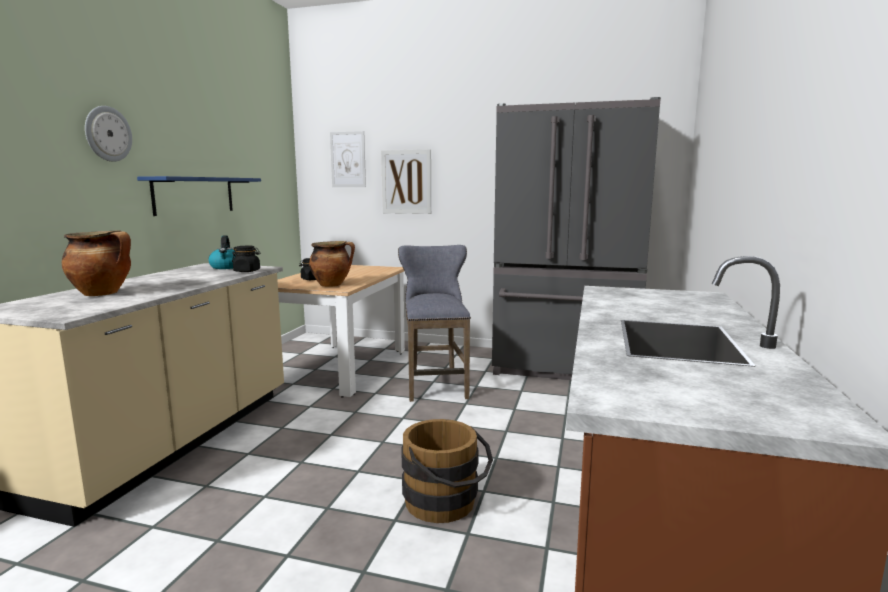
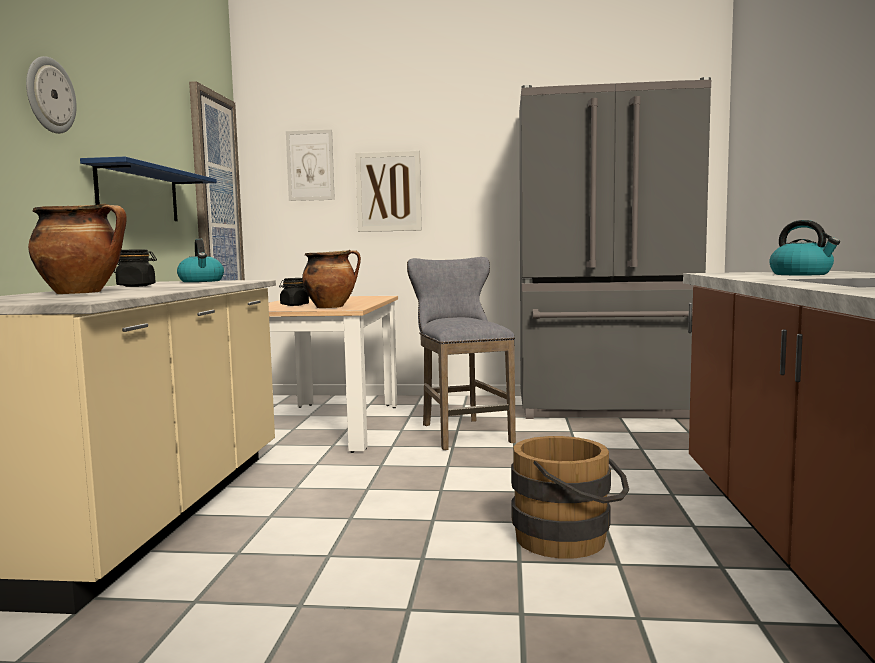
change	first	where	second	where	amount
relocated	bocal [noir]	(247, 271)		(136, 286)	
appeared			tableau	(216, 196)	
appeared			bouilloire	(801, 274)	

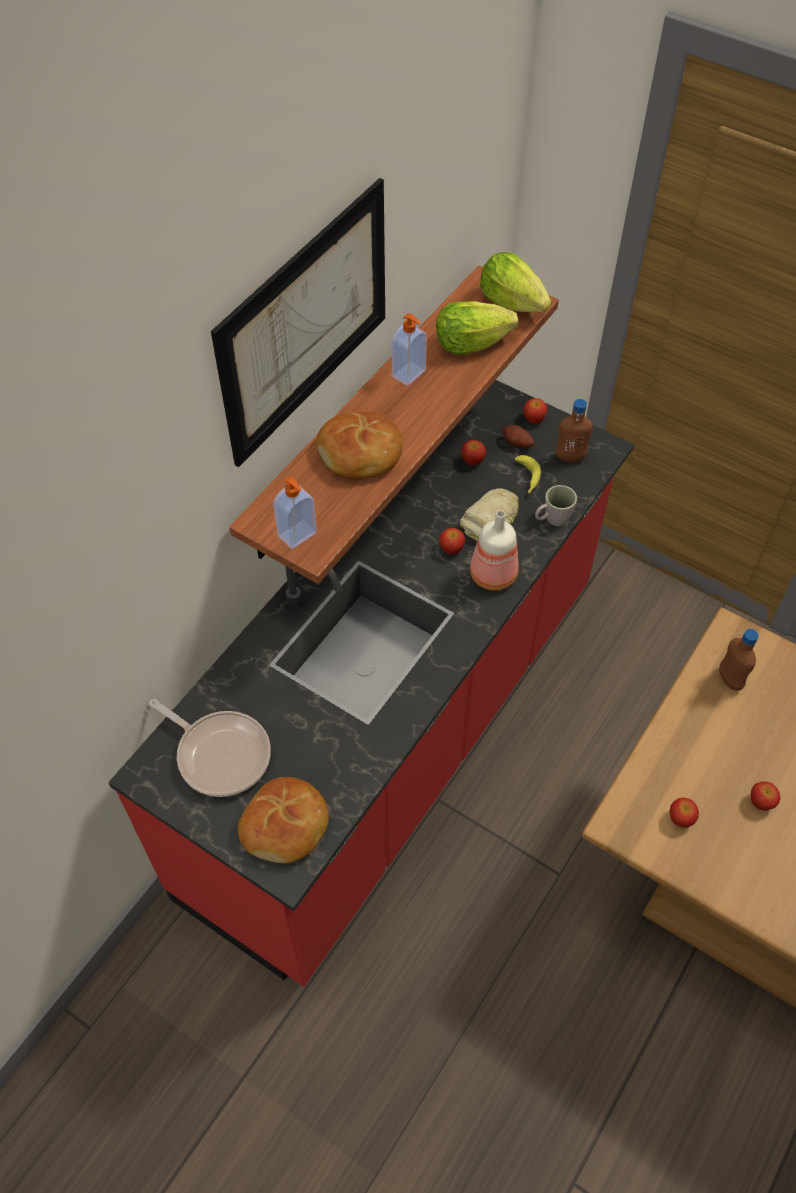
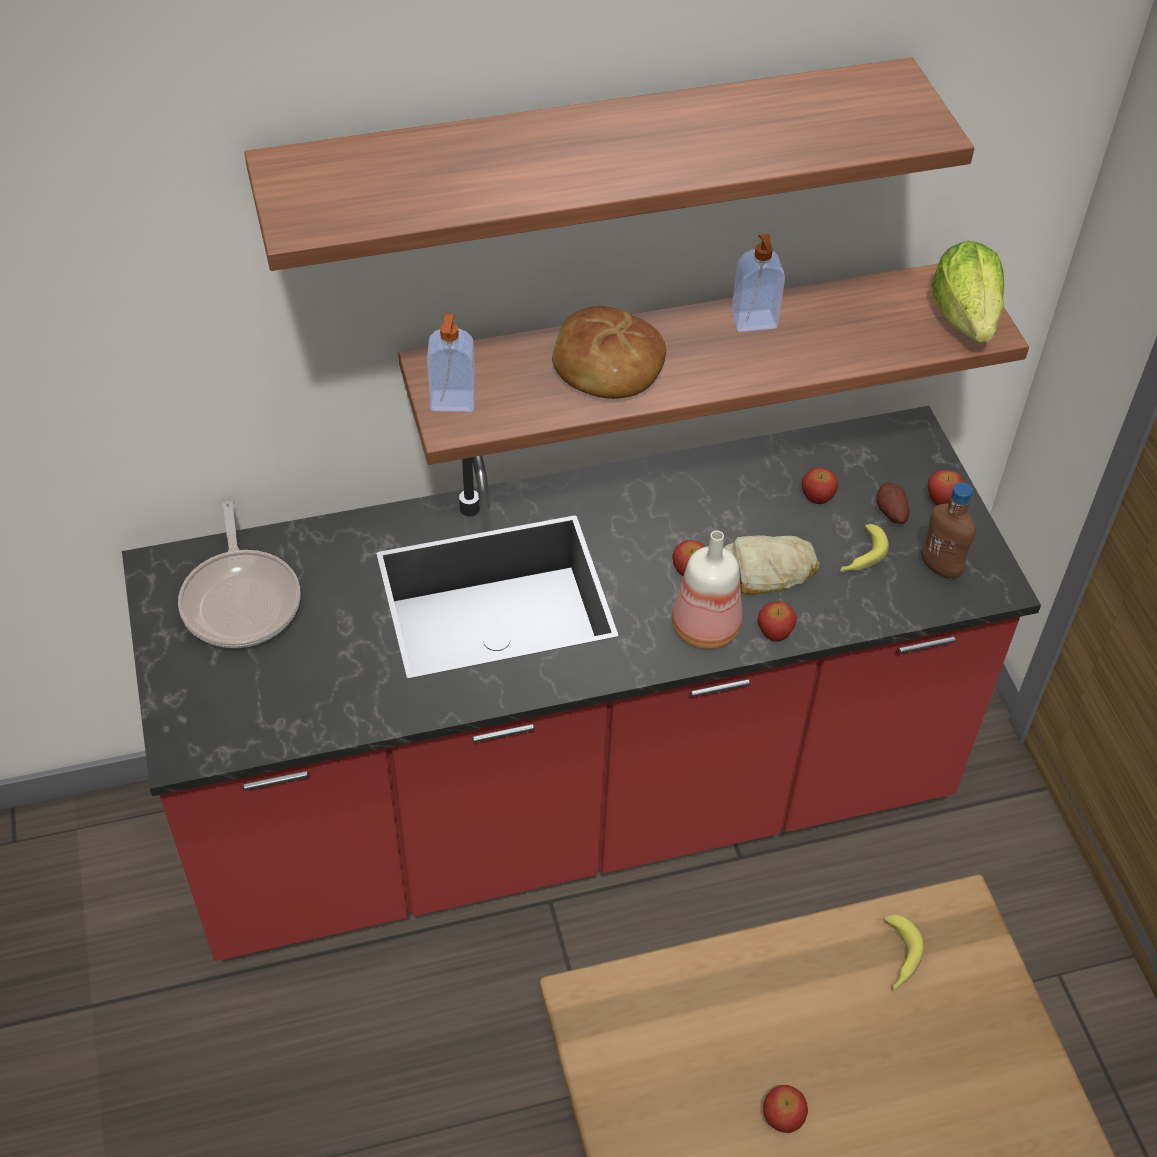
change	first	where	second	where	amount
exchanged	tableau	(306, 323)	étagère	(589, 156)	
relocated	pomme	(680, 818)		(774, 632)	
exchanged	bouteille [marron]	(729, 679)	banane	(898, 958)	
missing	pain	(286, 826)			
missing	laitue	(470, 343)			
missing	mug [gris]	(552, 519)			

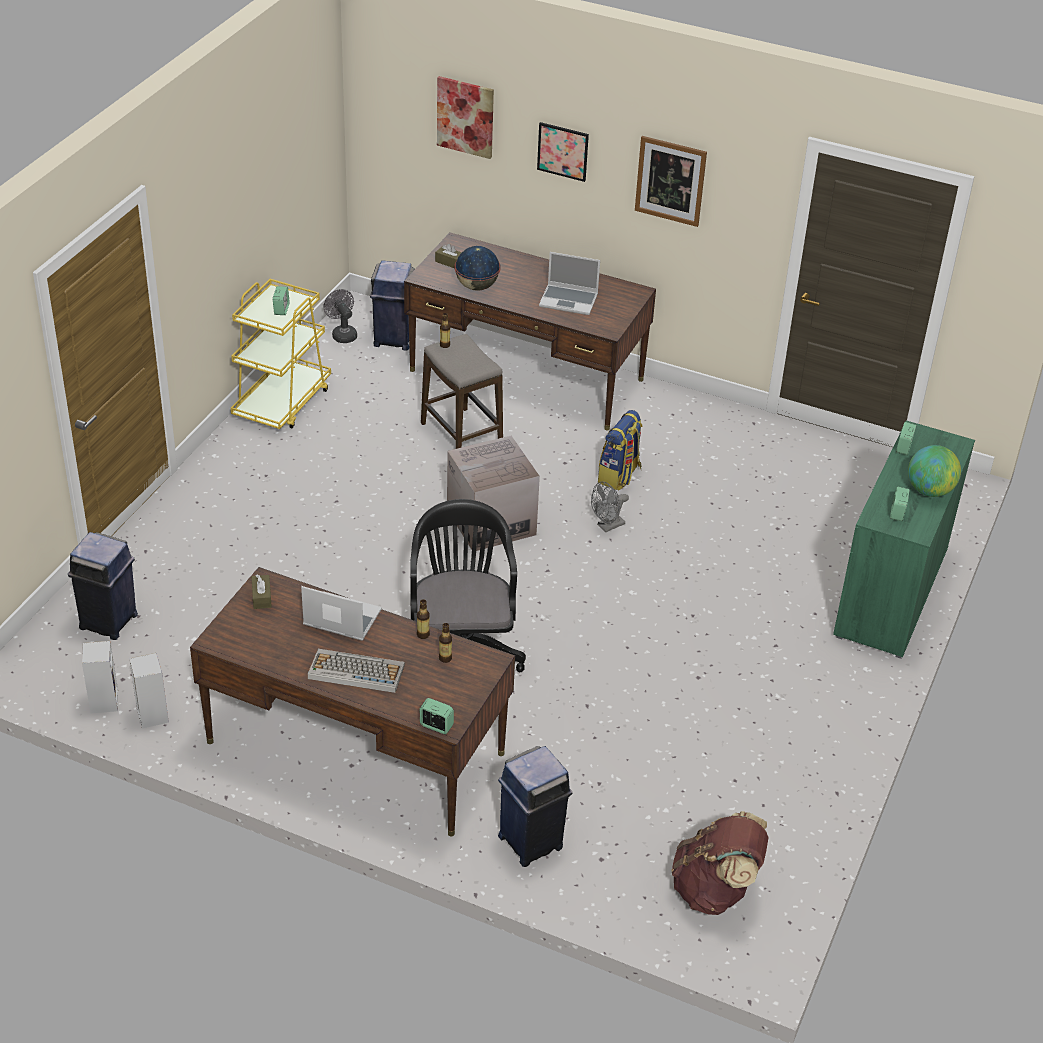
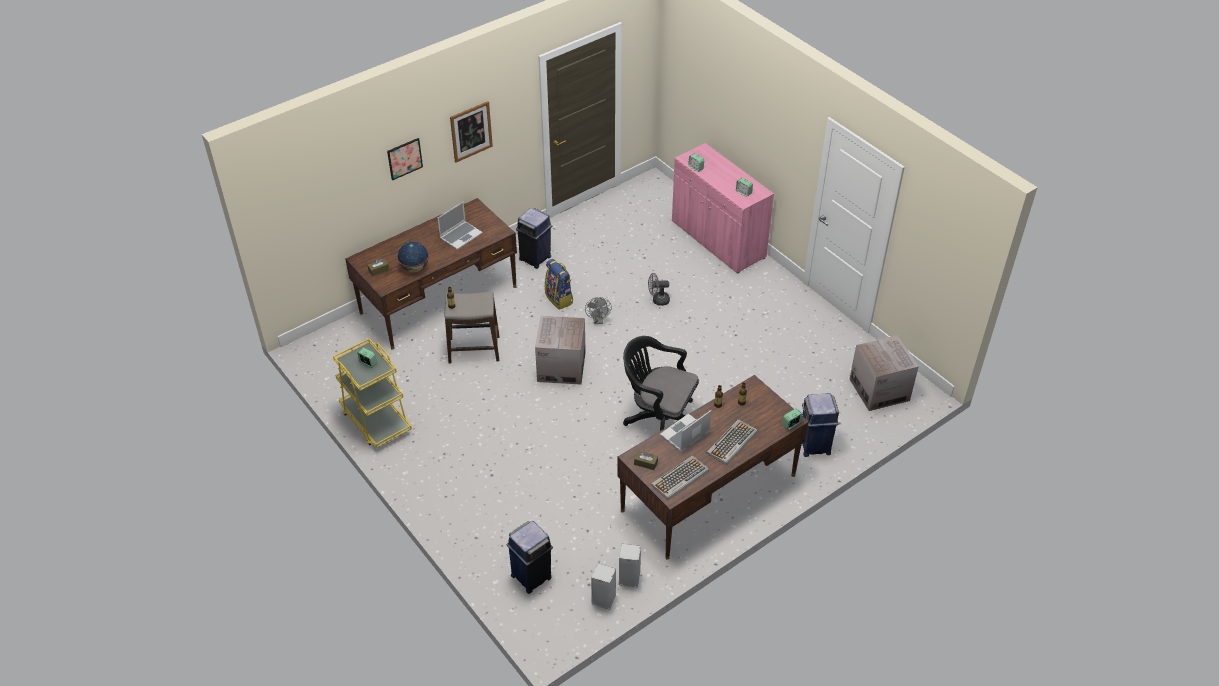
change	first	where	second	where	amount
relocated	poubelle [bleu]	(393, 339)		(535, 258)	
relocated	ventilateur [gris]	(342, 334)		(658, 300)	
appeared			clavier	(679, 478)	
colour	meuble de rangement [vert]	(890, 592)	meuble de rangement [rose]	(718, 240)	
exchanged	sac à dos [marron]	(715, 890)	carton	(879, 390)	
missing	tableau	(465, 117)			
missing	globe	(929, 490)			

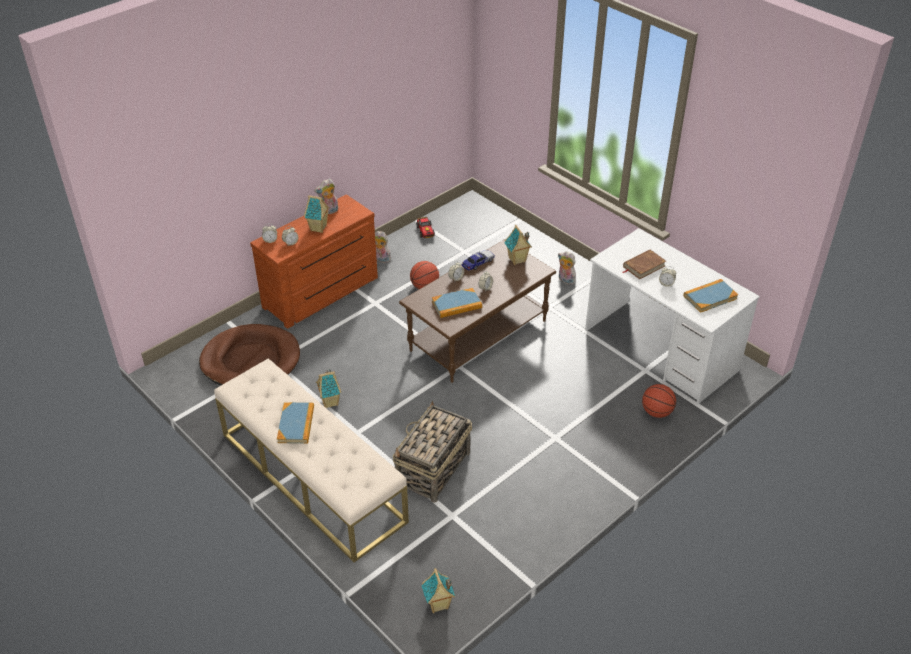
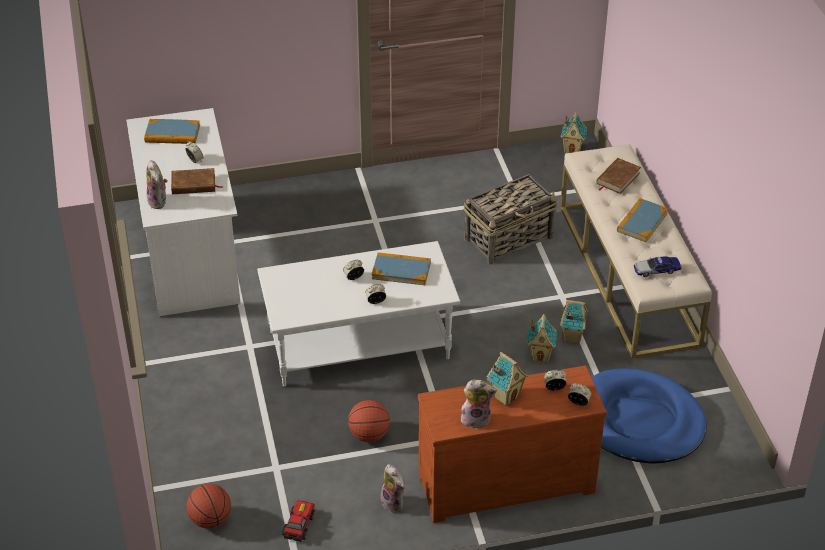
change	first	where	second	where	amount
relocated	peluche	(565, 280)		(159, 202)	
relocated	ballon de basket	(656, 412)		(211, 520)	
colour	table basse [marron]	(478, 334)	table basse [blanc]	(358, 346)	
relocated	maison miniature	(517, 260)		(540, 355)	
colour	panier pour chien [marron]	(251, 360)	panier pour chien [bleu]	(639, 421)	
appeared			livre [marron]	(617, 178)	
relocated	petite voiture	(478, 263)		(656, 270)	

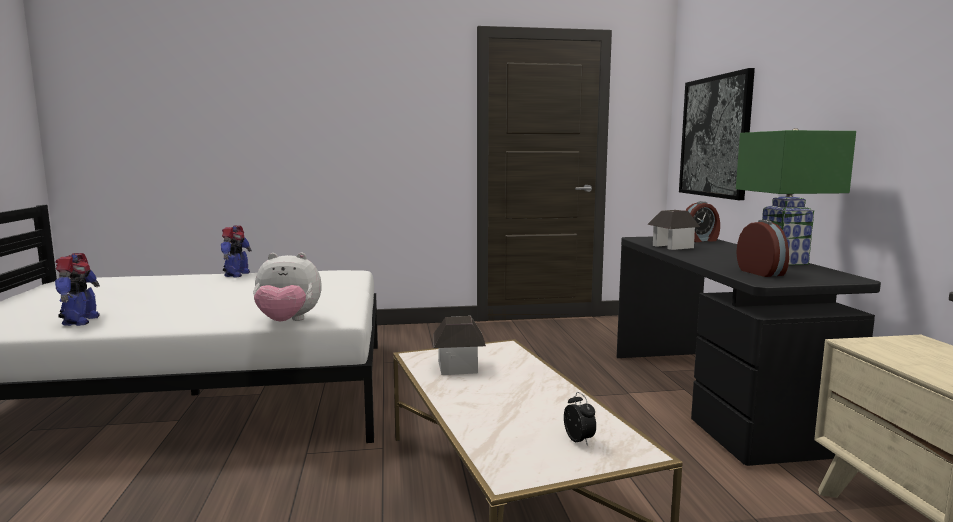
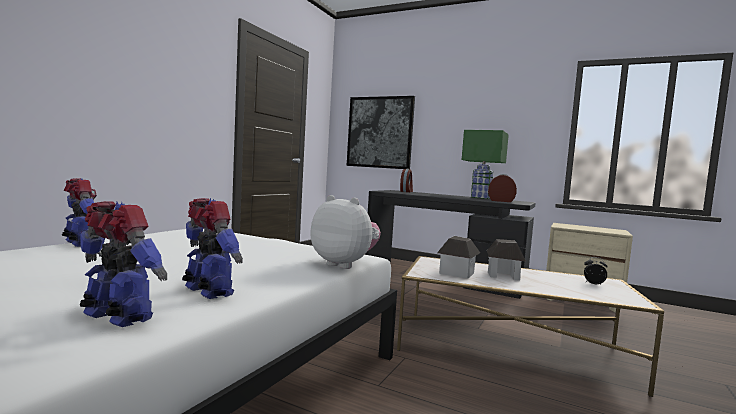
change	first	where	second	where	amount
appeared			robot jouet	(208, 292)	
spun	peluche	(288, 322)		(344, 264)	90 degrees counterclockwise
relocated	maison miniature	(672, 246)		(503, 275)	

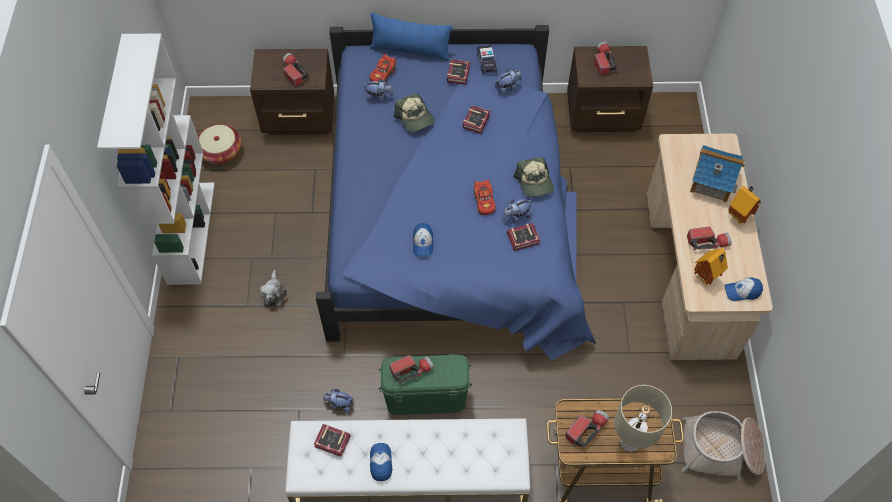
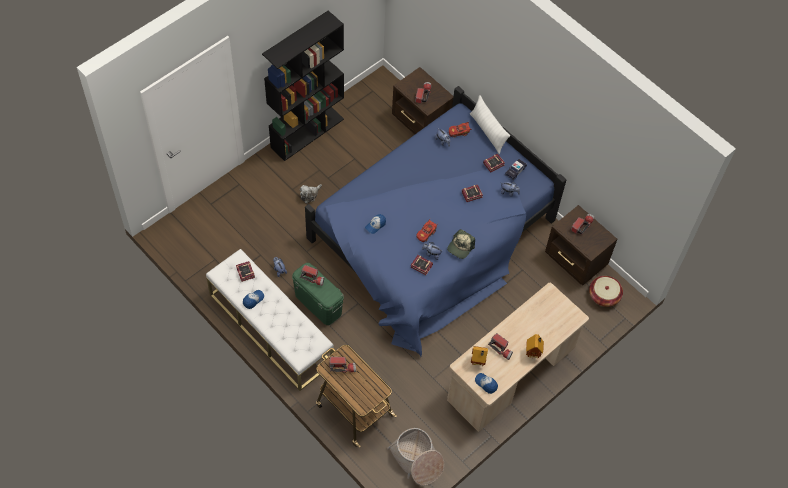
change	first	where	second	where	amount
colour	bibliothèque [blanc]	(190, 232)	bibliothèque [noir]	(307, 132)	
colour	coussin [bleu]	(410, 50)	coussin [blanc]	(488, 132)	
relocated	panier	(221, 152)		(604, 296)	
missing	casquette	(415, 118)			
missing	lampe de table [beige]	(630, 442)			
missing	maison miniature	(712, 182)			

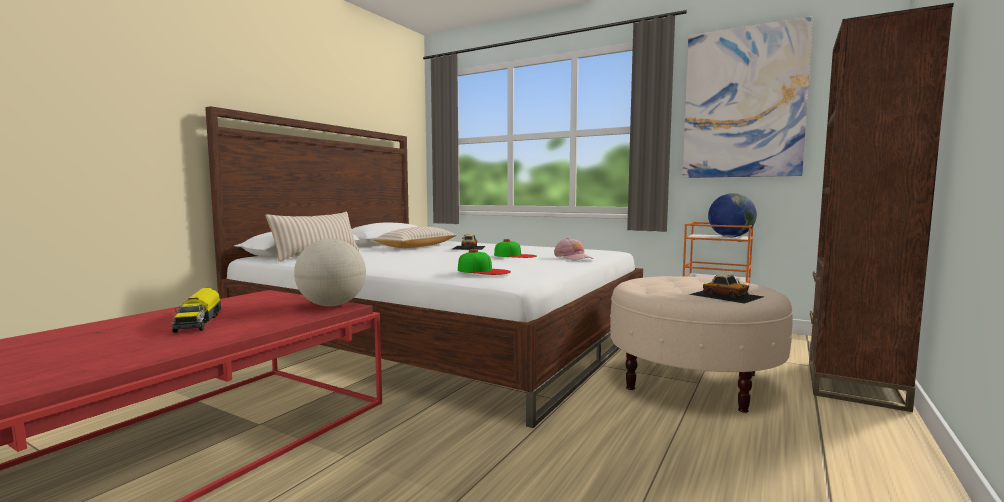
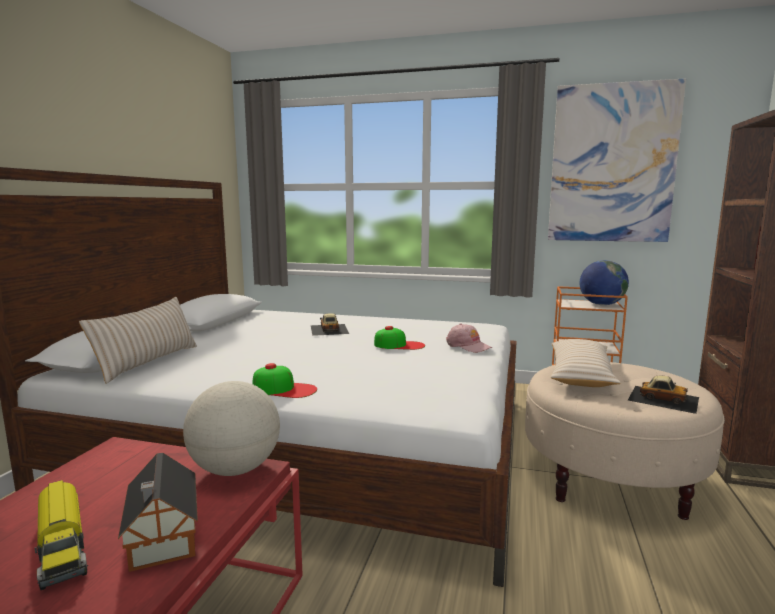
change	first	where	second	where	amount
appeared			maison miniature	(162, 539)	
relocated	casquette	(483, 271)		(284, 389)	
relocated	coussin [beige]	(417, 246)		(580, 374)	

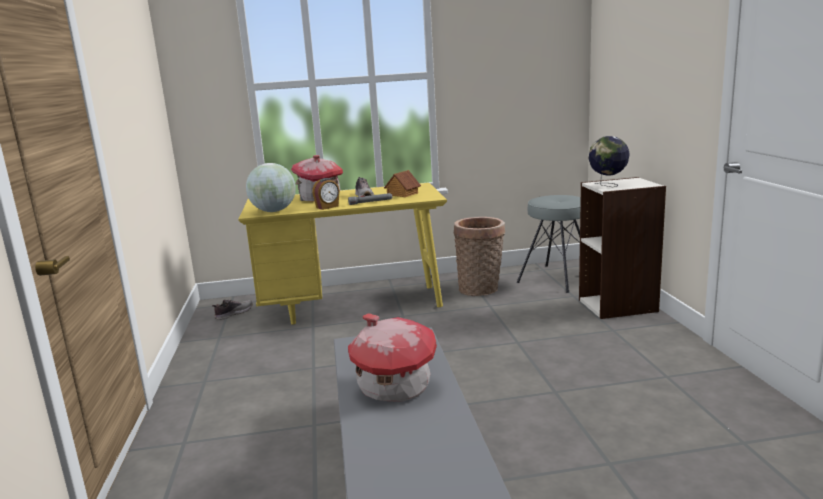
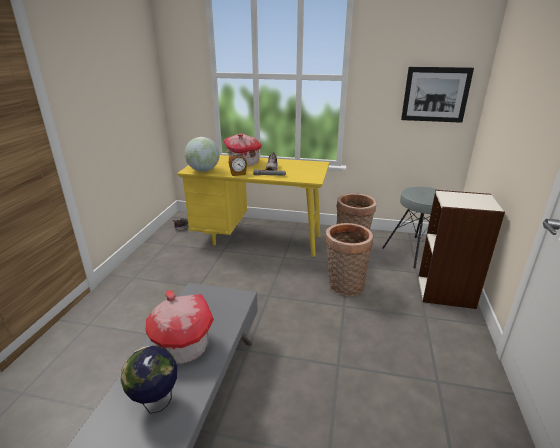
change	first	where	second	where	amount
relocated	globe	(607, 185)		(155, 402)	
appeared			panier	(344, 287)	
appeared			tableau	(435, 94)	
missing	maison miniature	(402, 194)			

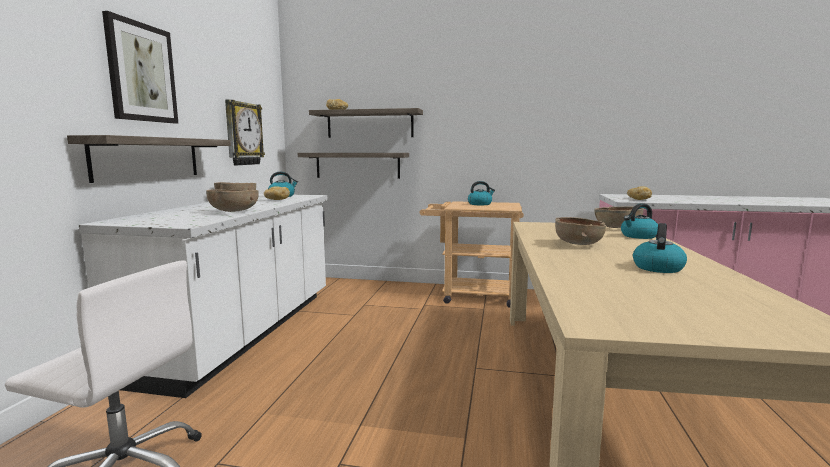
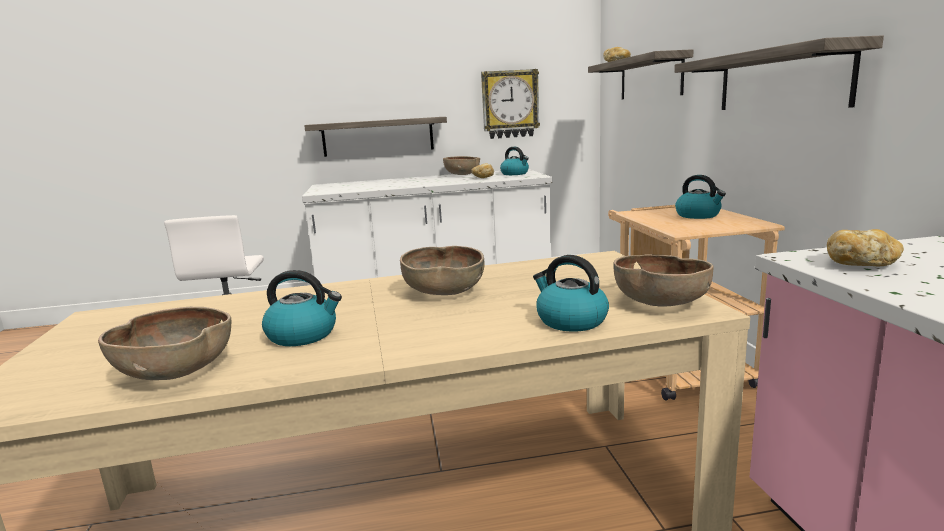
change	first	where	second	where	amount
relocated	bol [marron]	(233, 212)		(176, 372)	
relocated	étagère	(357, 165)		(780, 80)	
missing	tableau	(141, 73)			

